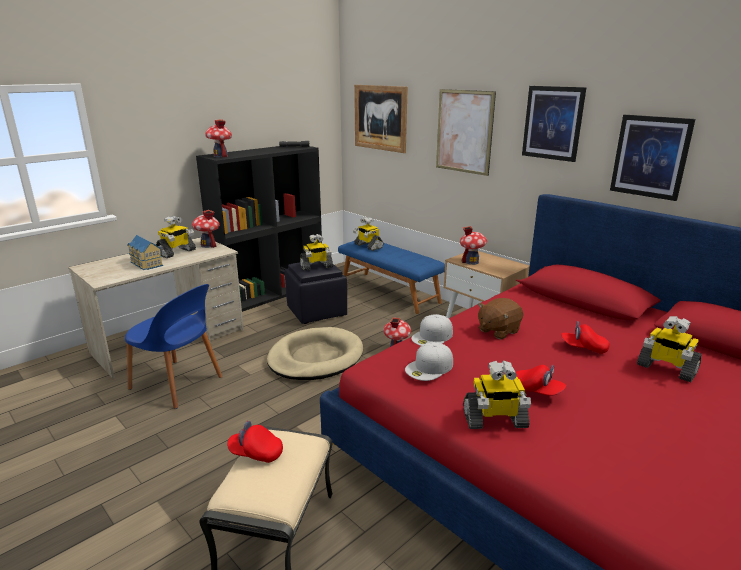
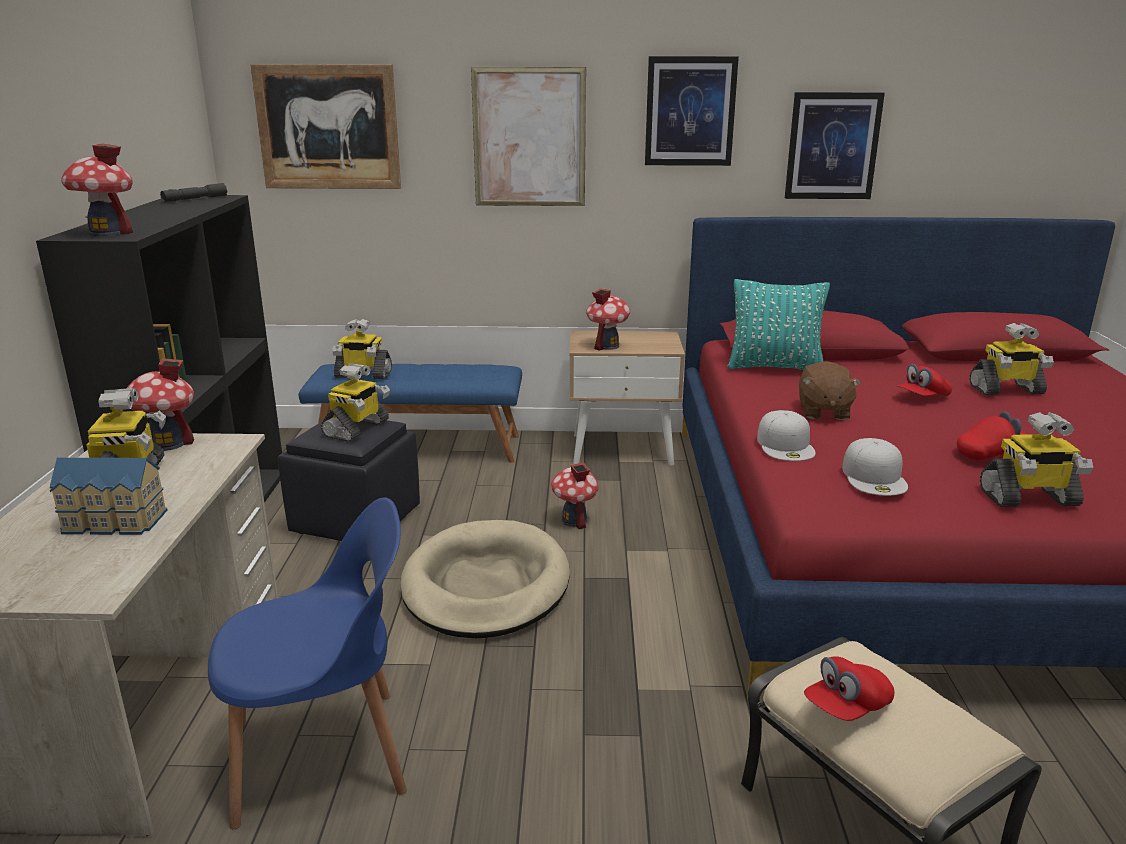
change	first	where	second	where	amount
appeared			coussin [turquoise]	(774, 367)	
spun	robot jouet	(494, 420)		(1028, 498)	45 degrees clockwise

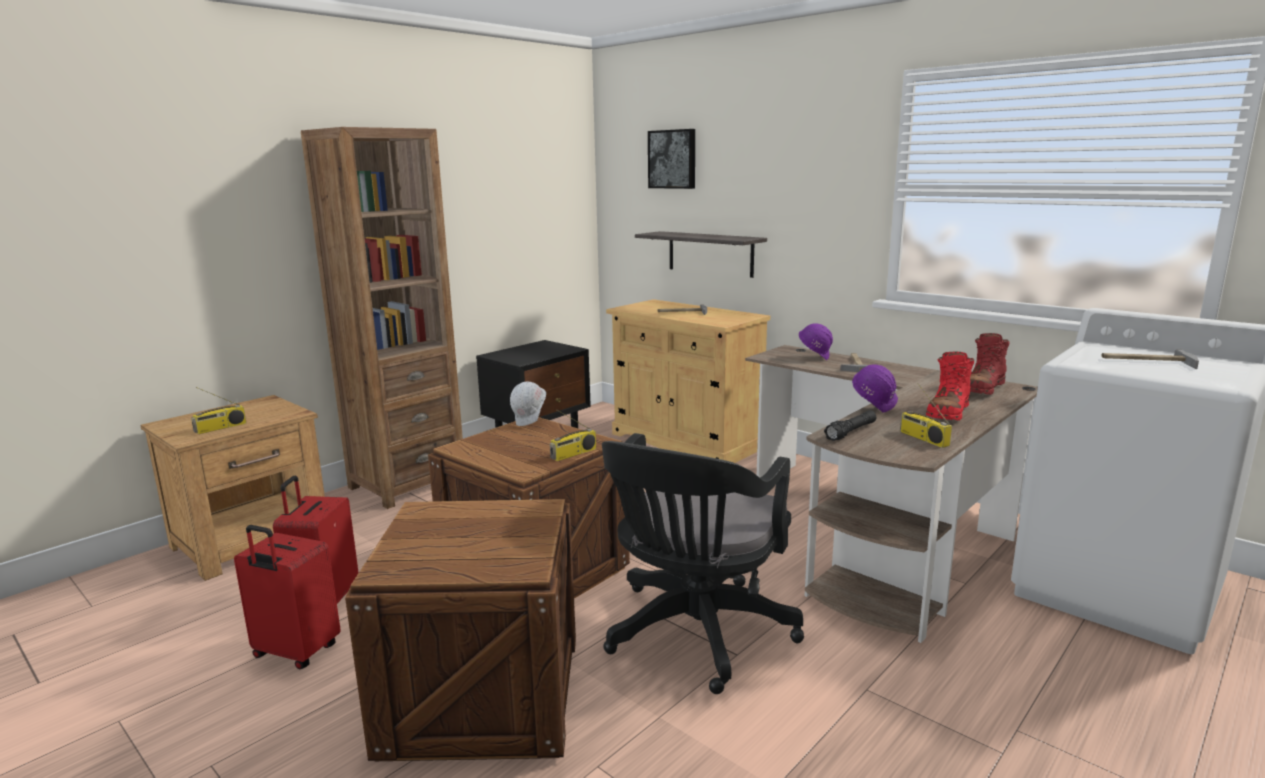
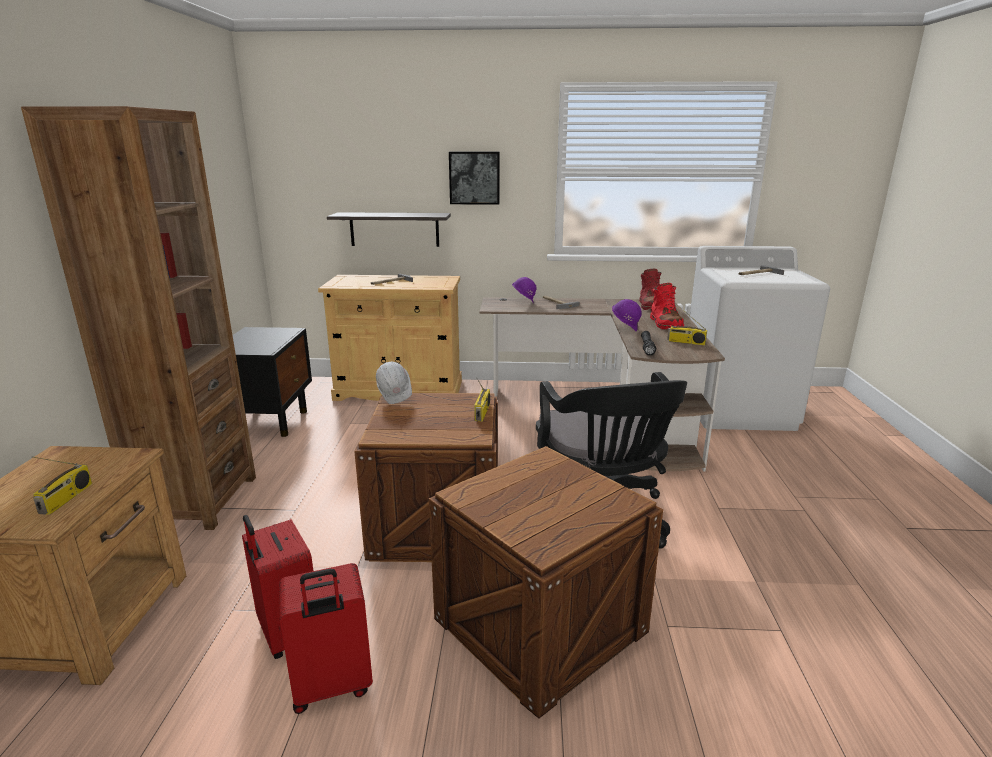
change	first	where	second	where	amount
relocated	tableau	(673, 159)		(474, 178)	

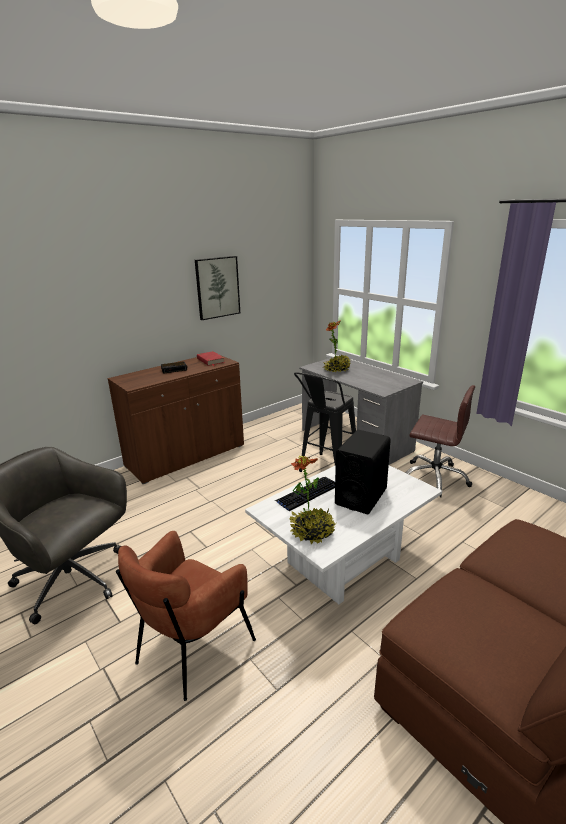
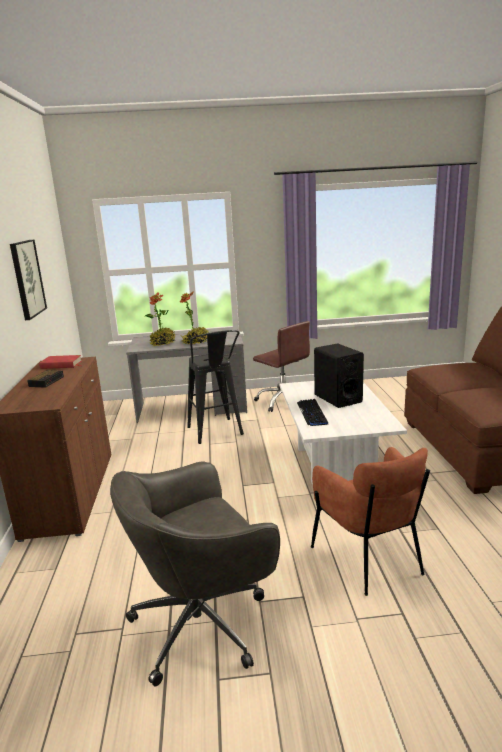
change	first	where	second	where	amount
relocated	plante en pot	(312, 532)		(196, 342)	
spun	chaise de bureau [marron]	(434, 478)		(284, 401)	75 degrees clockwise

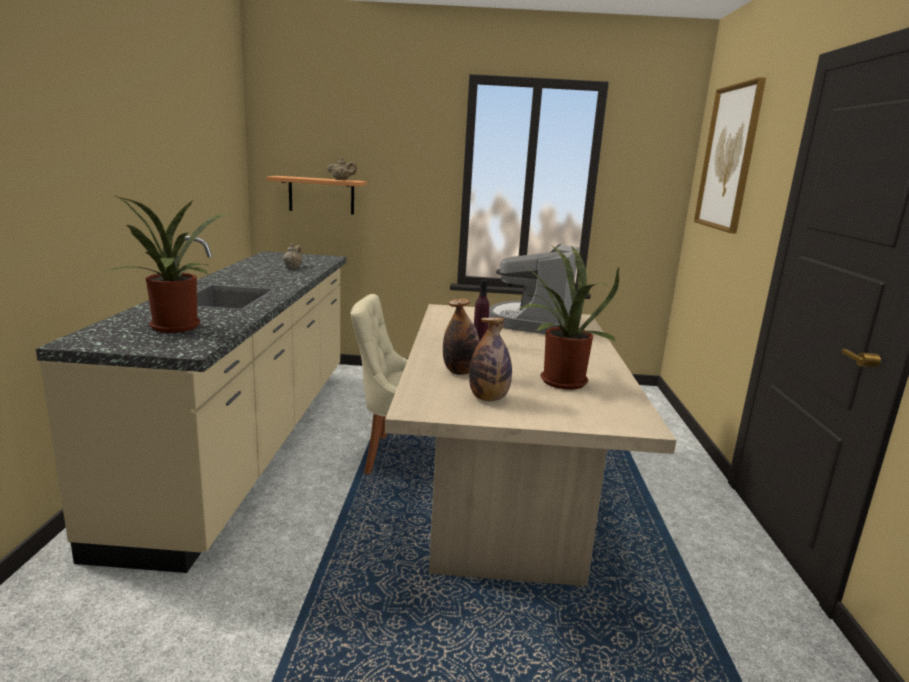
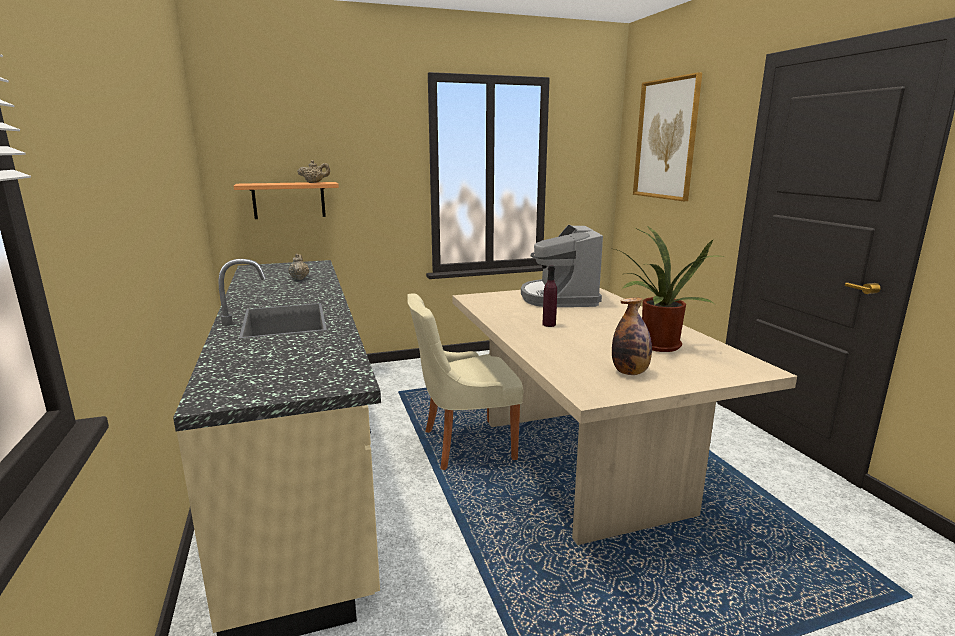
change	first	where	second	where	amount
missing	plante en pot	(177, 328)			
missing	bouteille	(460, 372)			

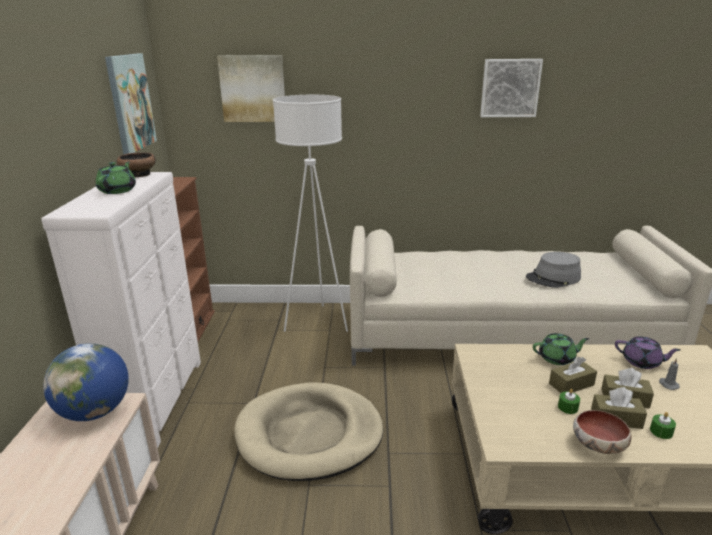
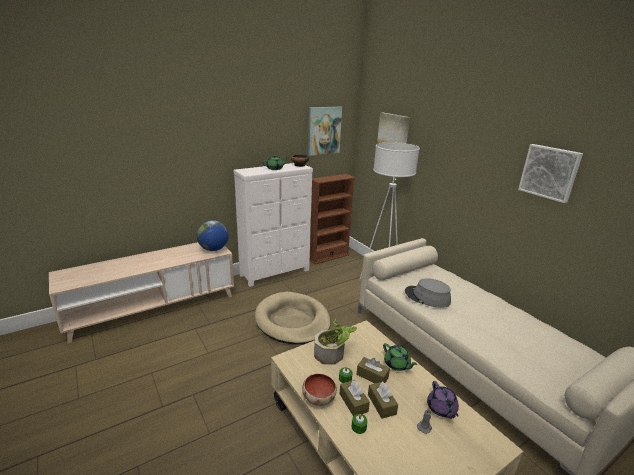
change	first	where	second	where	amount
appeared			plante en pot	(333, 354)	
relocated	chapeau [gris]	(553, 278)		(427, 297)	

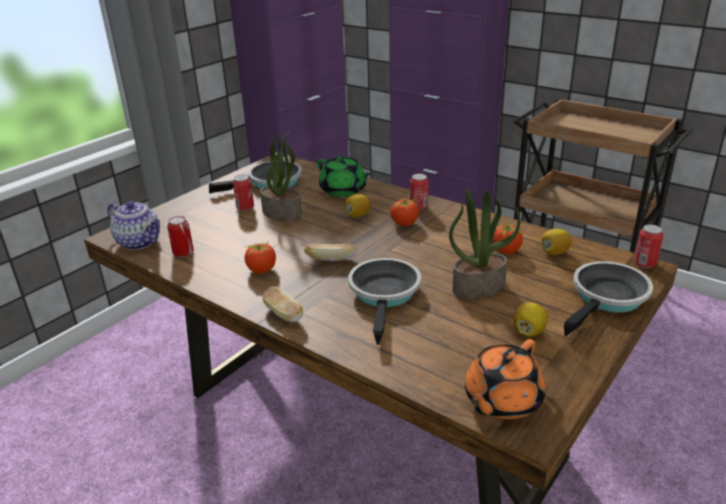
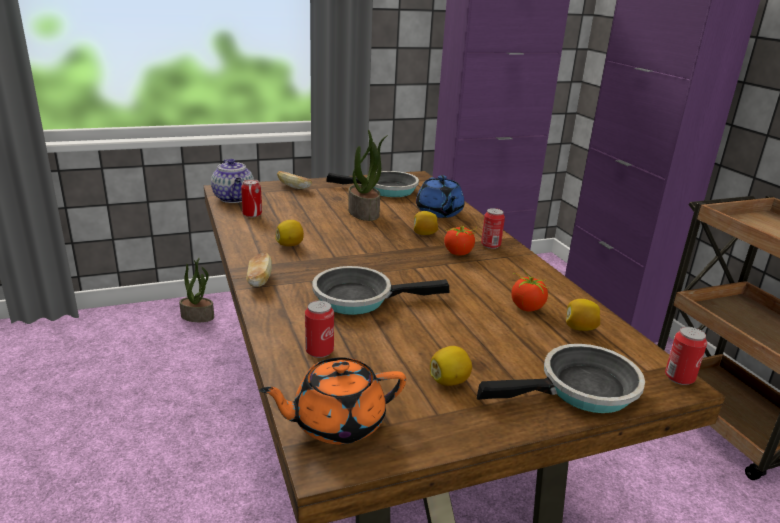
change	first	where	second	where	amount
relocated	plante en pot	(479, 286)		(198, 316)	
exchanged	tomate	(262, 269)	citron	(290, 245)	
relocated	pain	(330, 259)		(294, 187)	
relocated	boîte métallique	(245, 207)		(319, 351)	
spun	poêle	(385, 295)		(359, 298)	135 degrees counterclockwise
colour	théière [vert]	(343, 190)	théière [bleu]	(439, 212)	

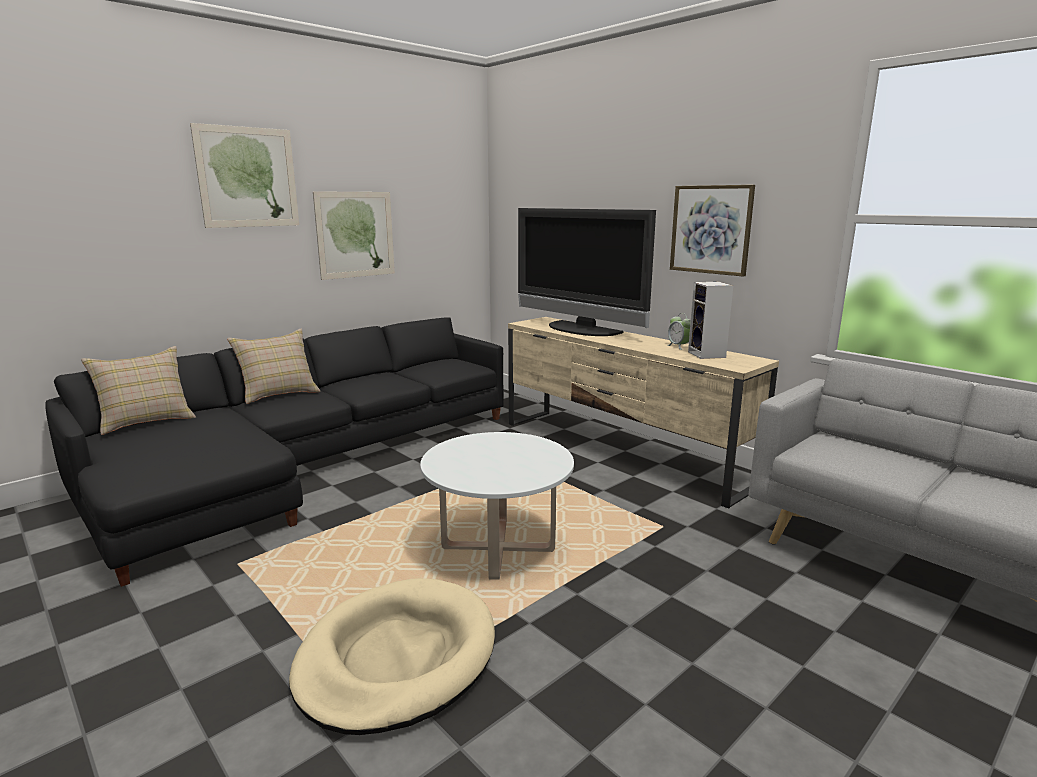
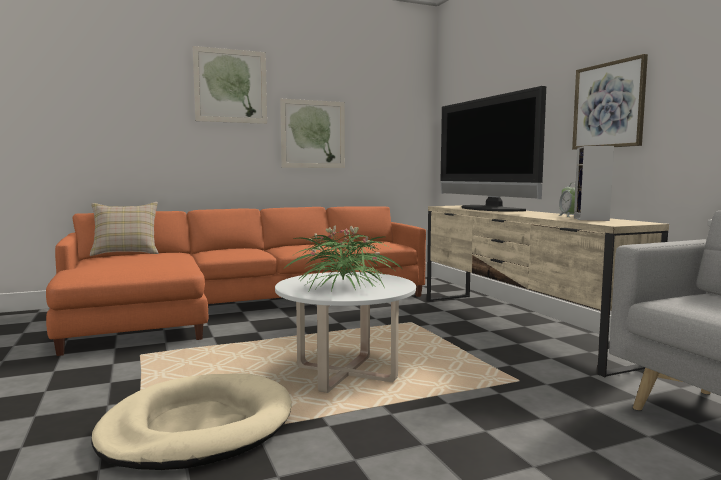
change	first	where	second	where	amount
colour	canapé [noir]	(302, 464)	canapé [orange]	(239, 307)	
appeared			plante en pot	(344, 286)	
missing	coussin [beige]	(278, 393)			

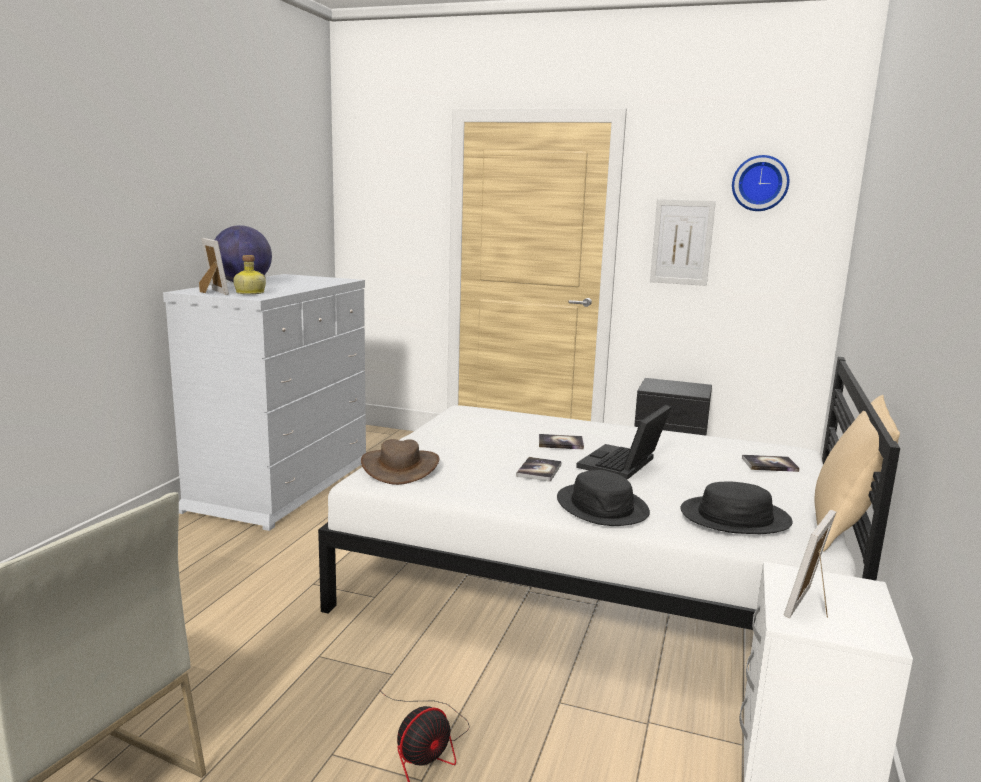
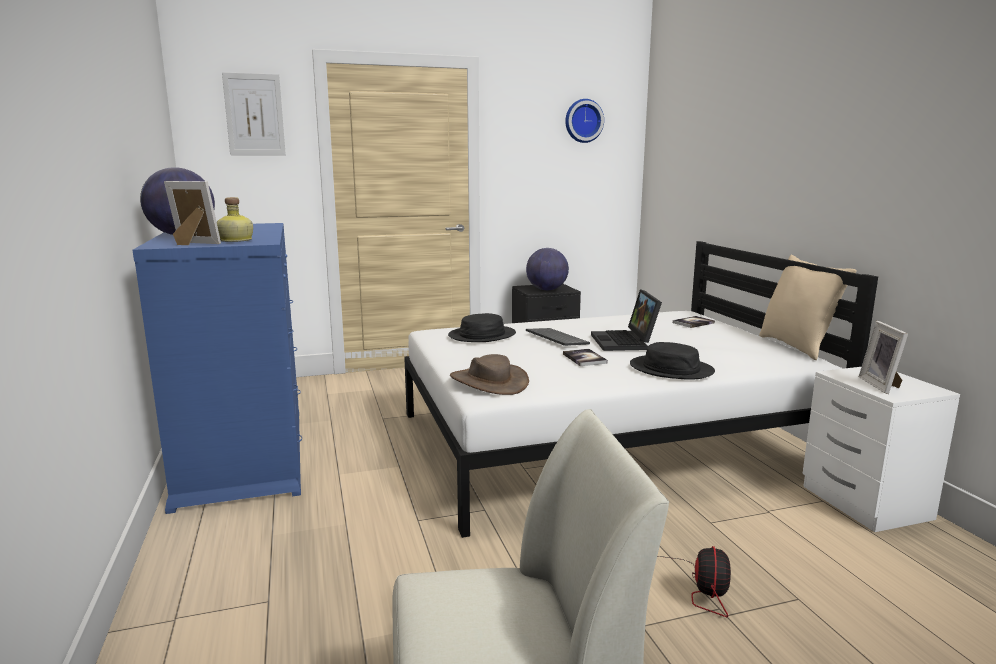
change	first	where	second	where	amount
colour	commode [blanc]	(281, 485)	commode [bleu]	(243, 454)	
relocated	tableau	(682, 242)		(254, 115)	
relocated	chapeau [noir]	(735, 517)		(482, 335)	
appeared			globe	(546, 290)	
exchanged	livre	(560, 443)	clavier	(555, 338)	

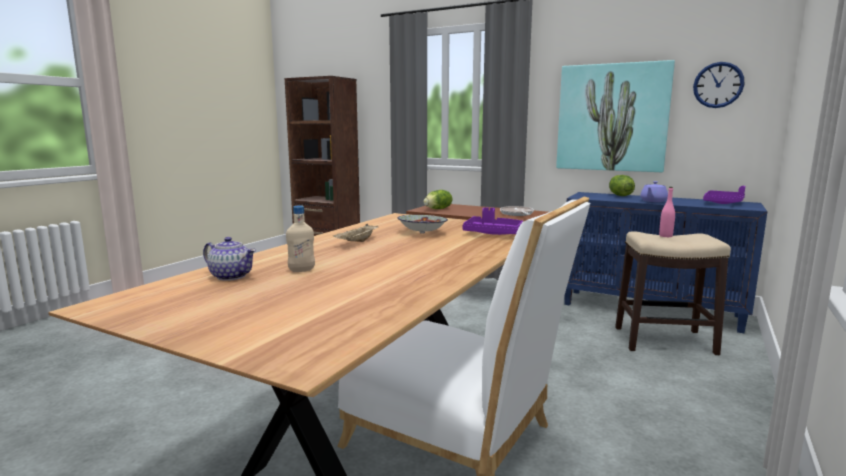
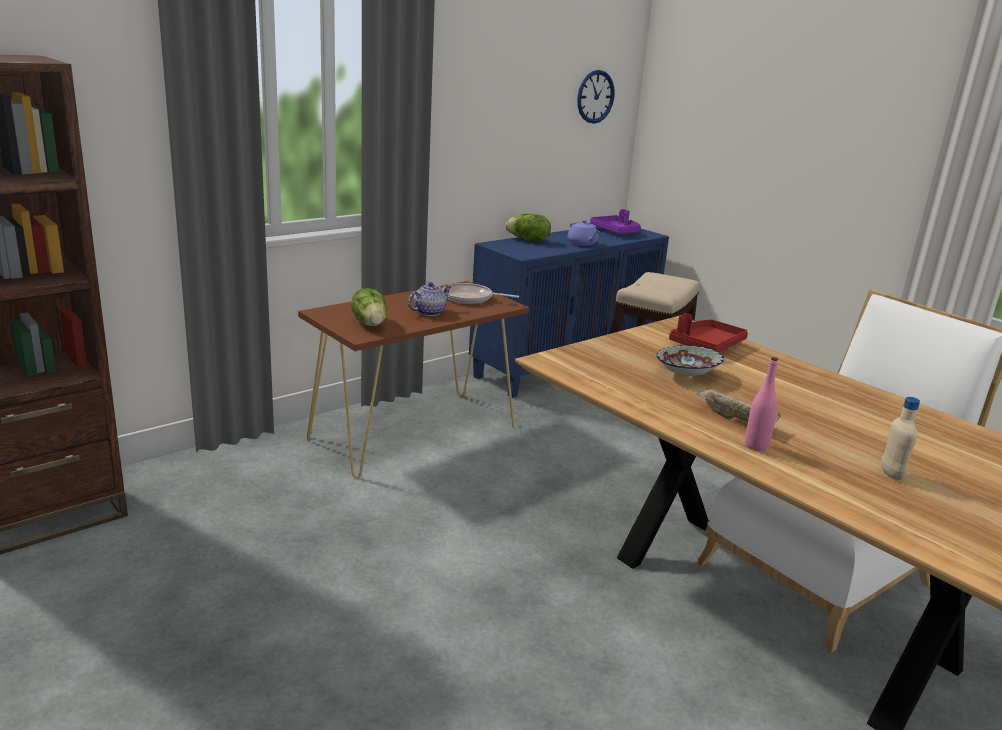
change	first	where	second	where	amount
relocated	théière	(231, 276)		(429, 312)	
colour	plateau [violet]	(493, 233)	plateau [rouge]	(706, 345)	
relocated	bouteille [rose]	(665, 236)		(756, 446)	
missing	tableau	(612, 118)			

